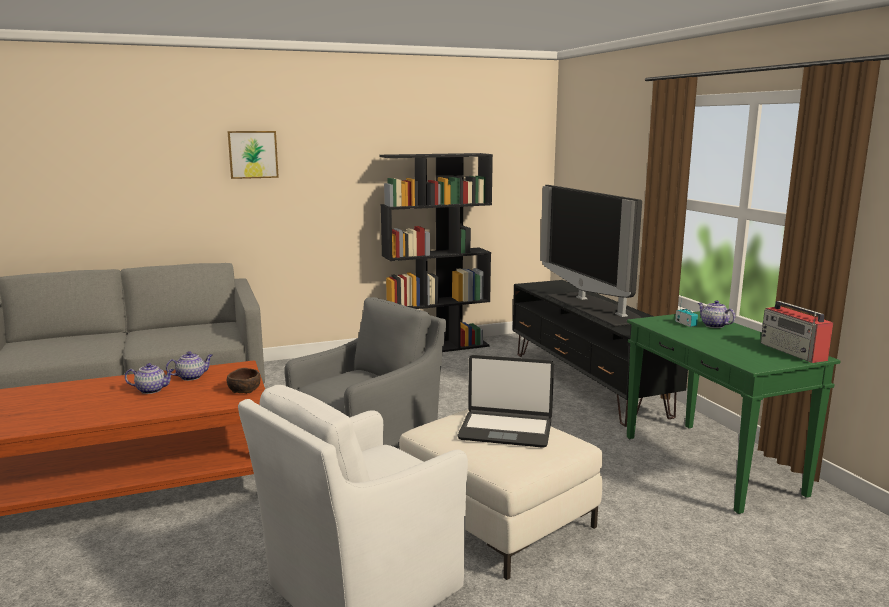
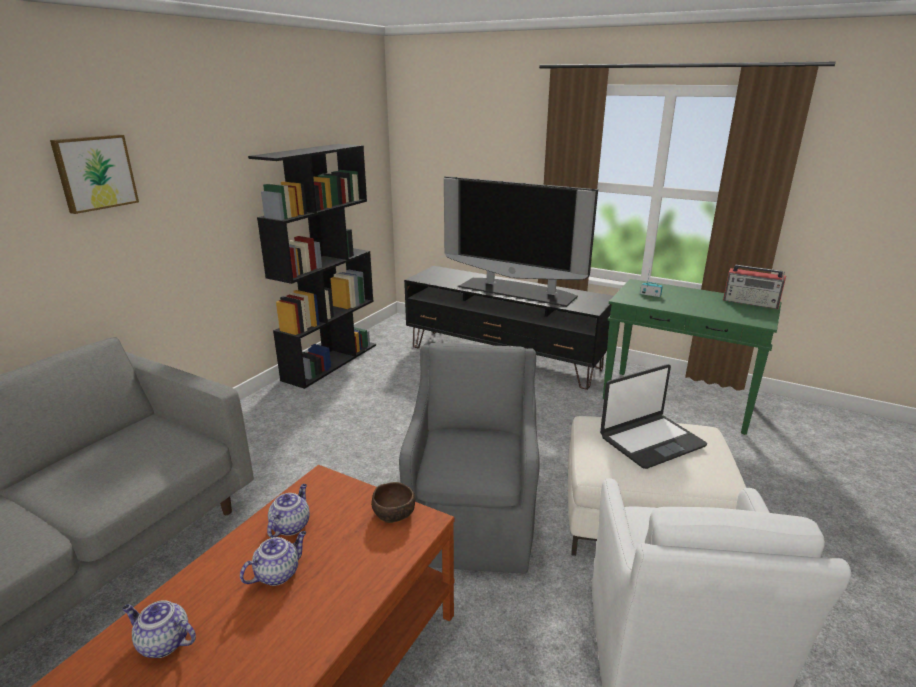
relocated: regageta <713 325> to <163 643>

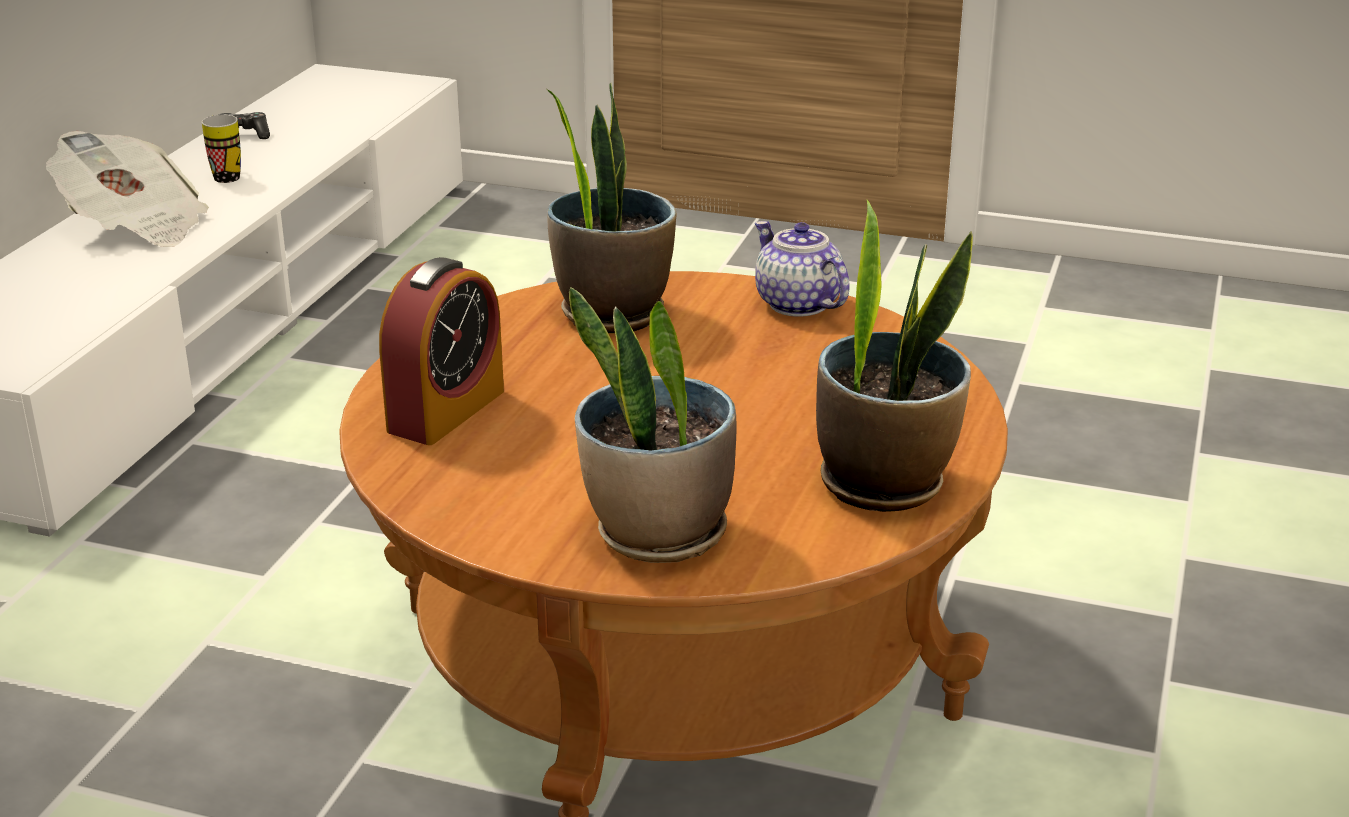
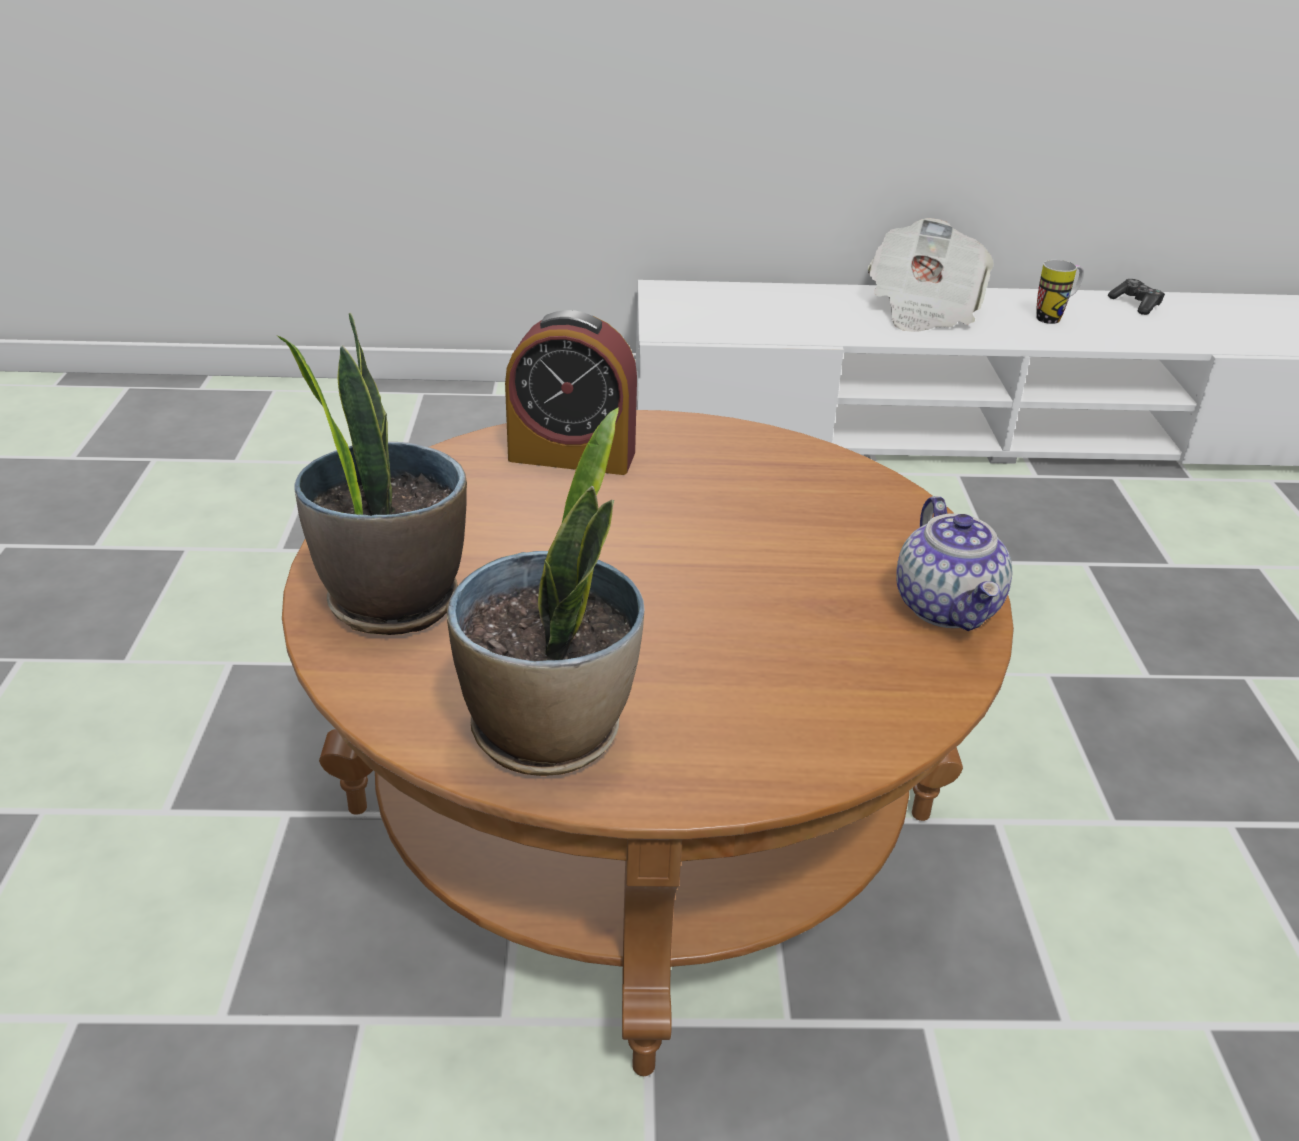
missing: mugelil <612 313>
spun: regageta <796 304> = <948 608> 135 degrees clockwise

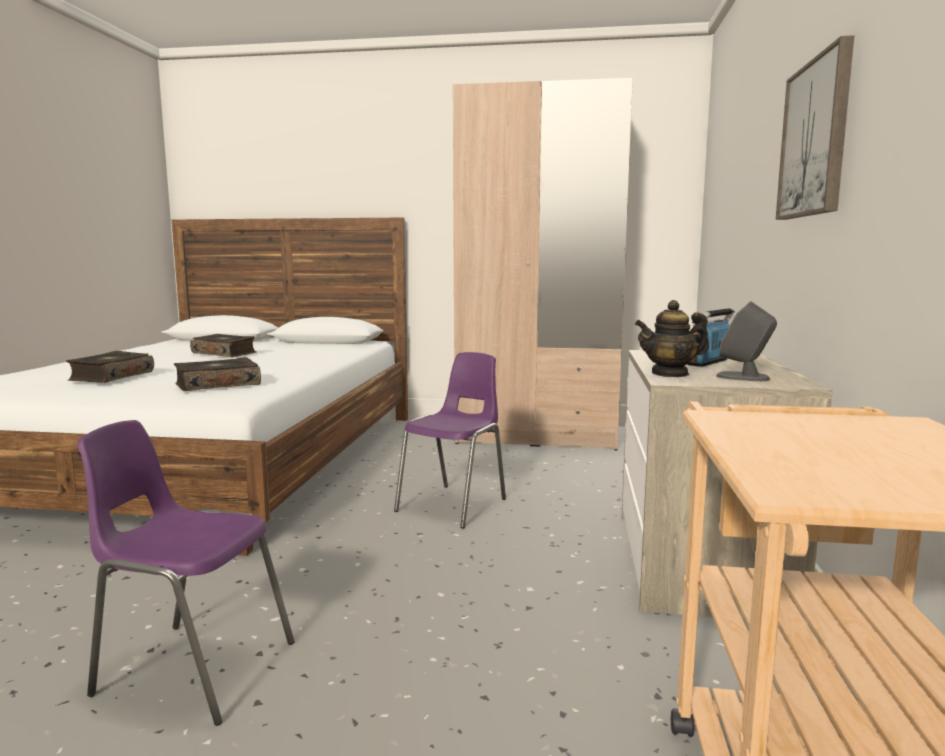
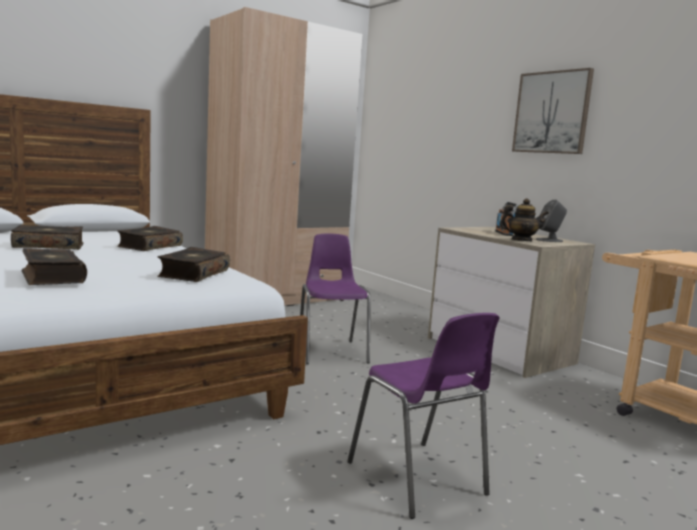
appeared: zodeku <149 246>
spun: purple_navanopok <192 668> = <418 480> 90 degrees counterclockwise; regageta <670 374> = <521 240> 120 degrees counterclockwise

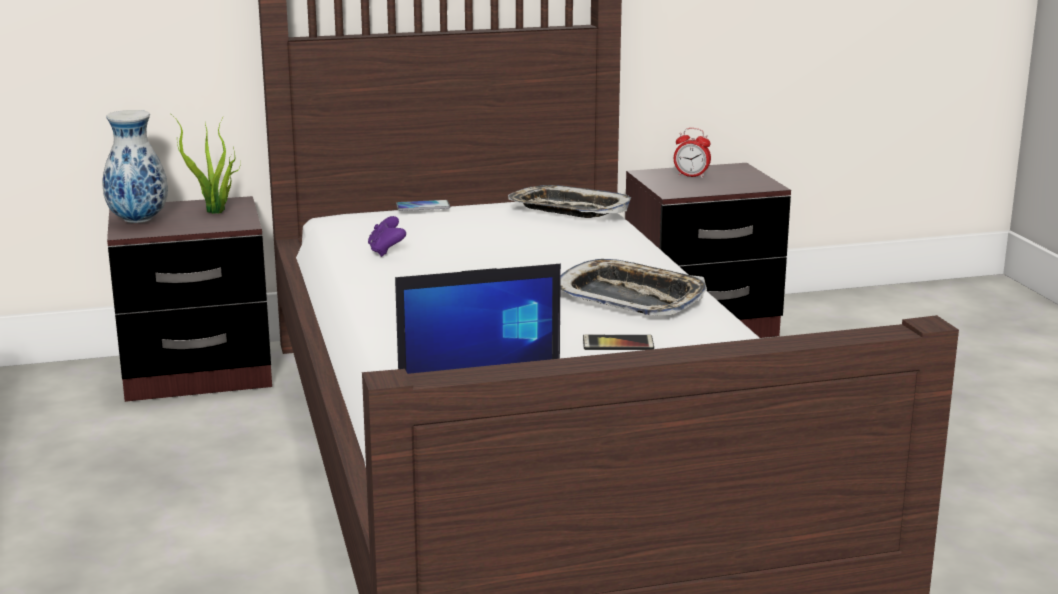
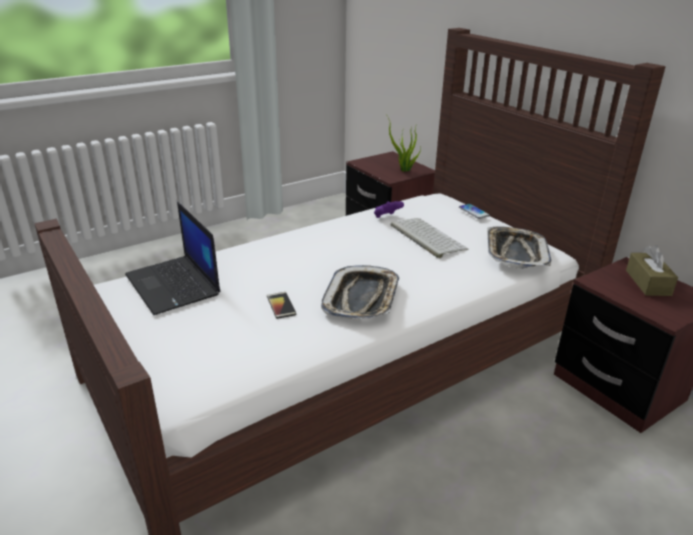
missing: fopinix <137 221>
appeared: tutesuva <426 237>
exchanged: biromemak <691 176> to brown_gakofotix <648 283>

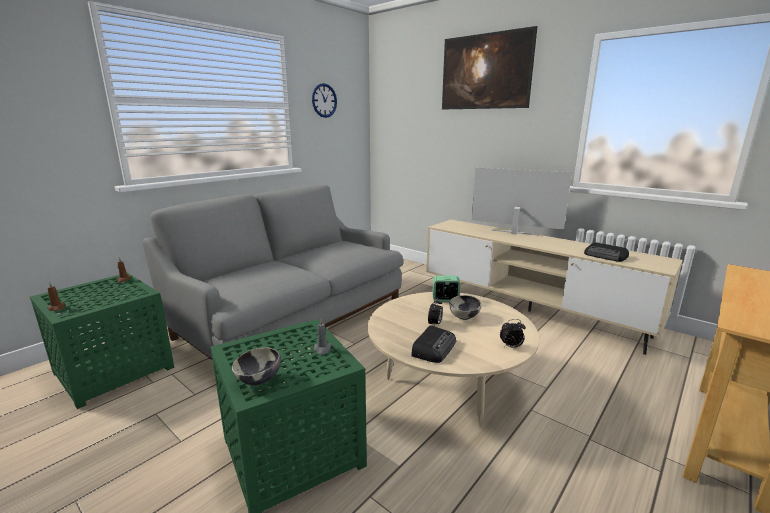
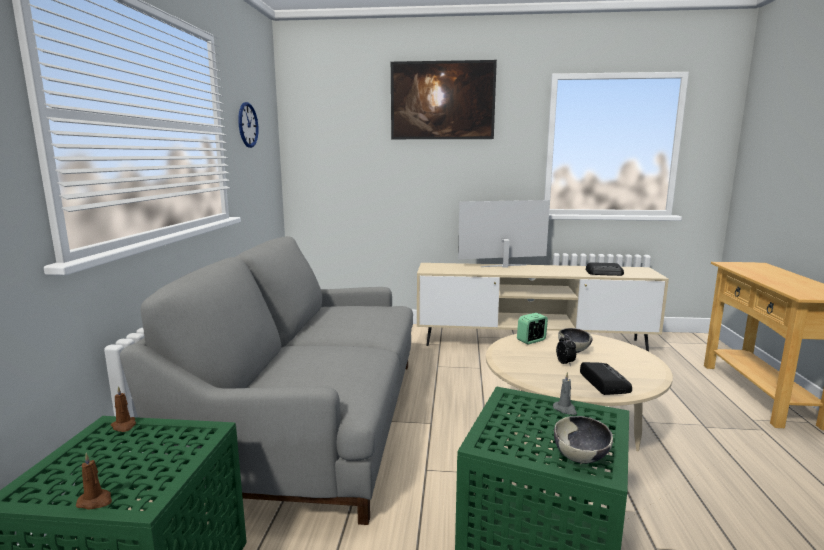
missing: biromemak <511 347>

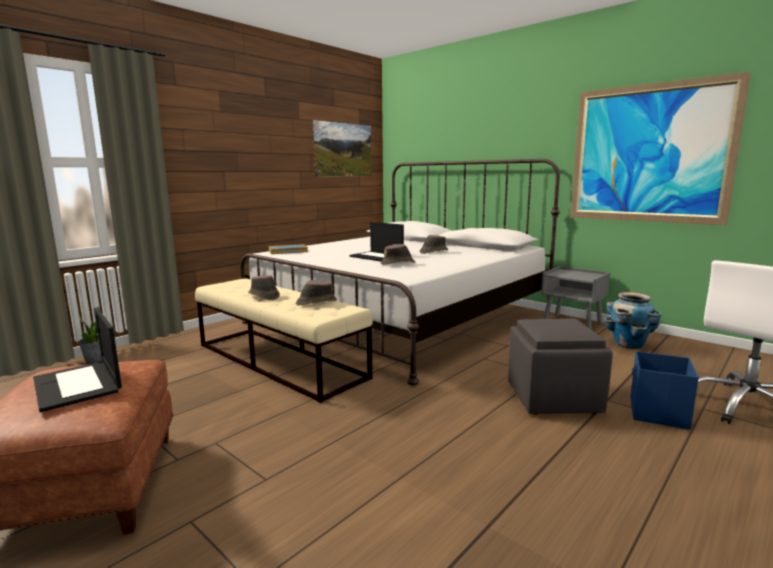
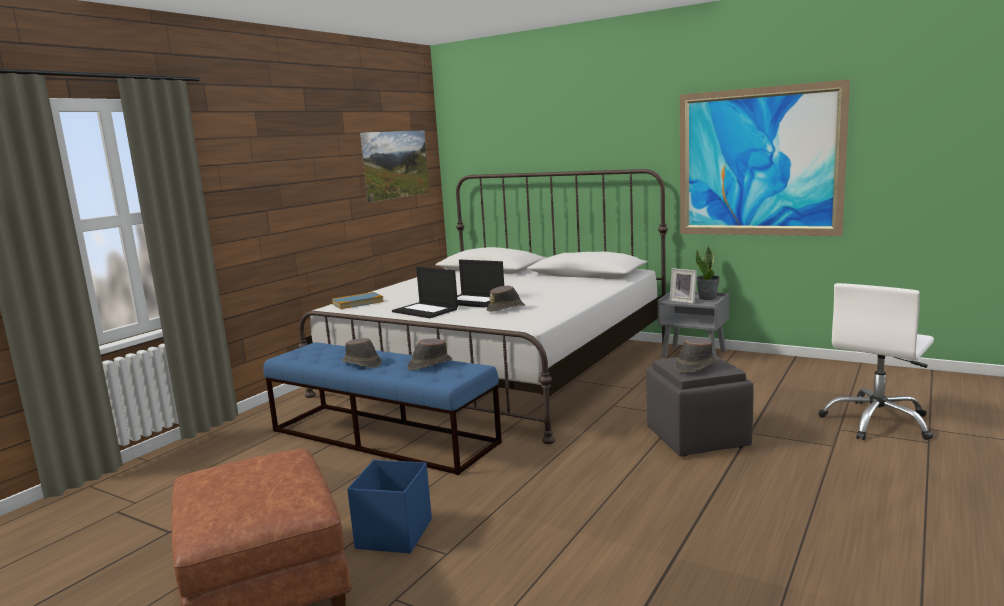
missing: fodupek <628 345>
appeared: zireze <684 301>
relocated: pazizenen <78 385> to <426 310>; mugelil <96 360> to <707 298>; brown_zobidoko <433 252> to <694 366>; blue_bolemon <657 413> to <393 535>
colour: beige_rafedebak <279 361> to blue_rafedebak <383 437>

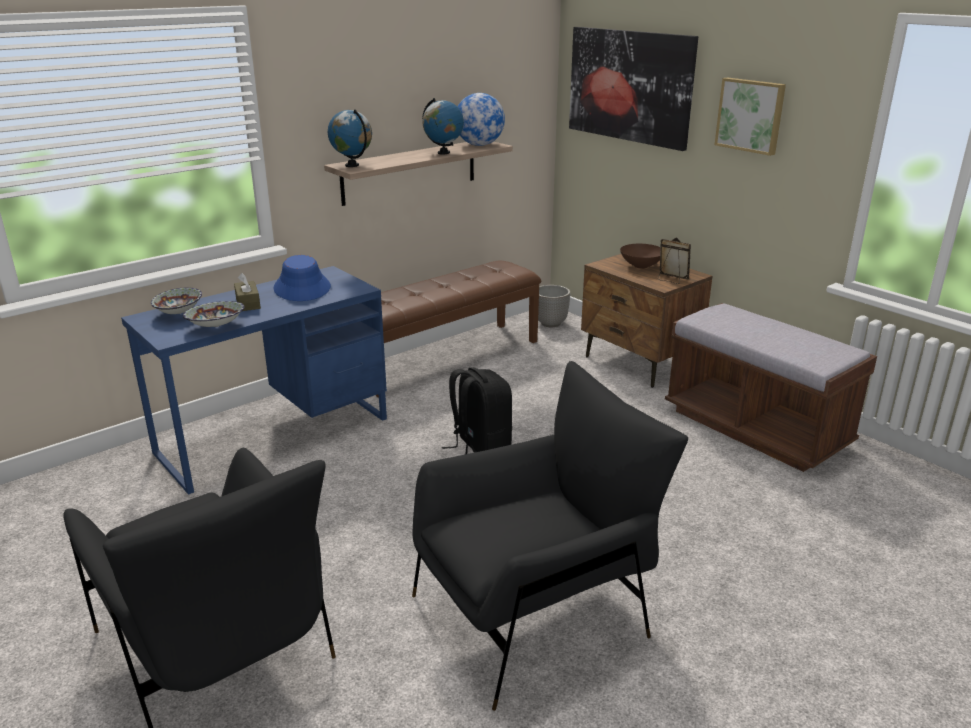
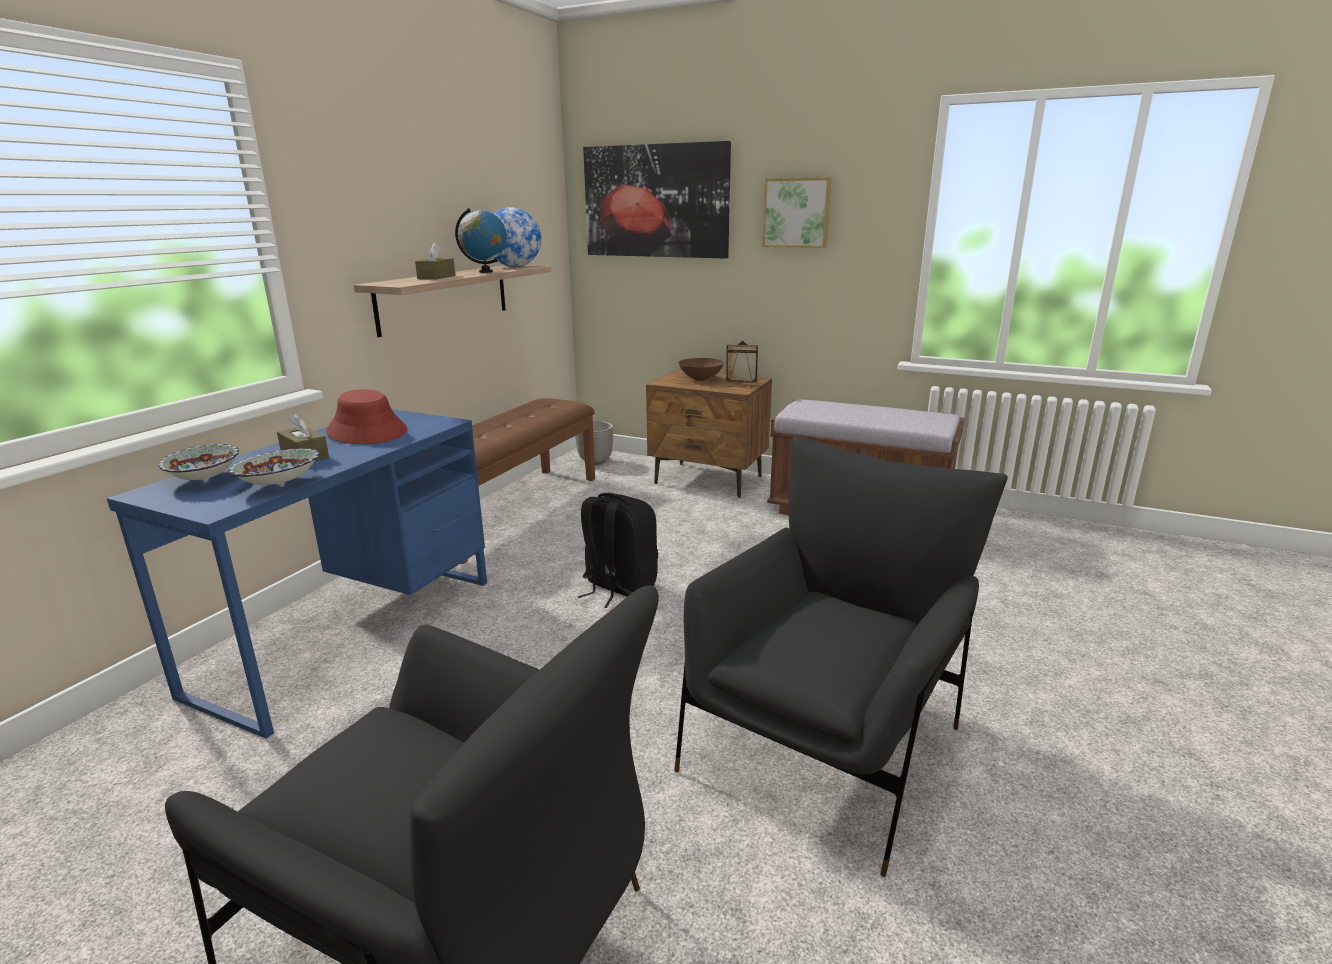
missing: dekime <352 165>
appeared: brown_gakofotix <436 277>
colour: blue_zobidoko <302 288> to red_zobidoko <367 431>

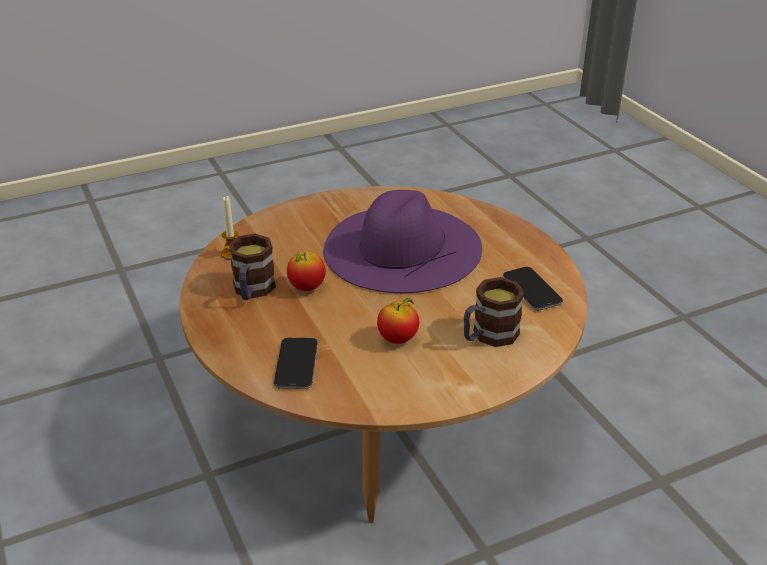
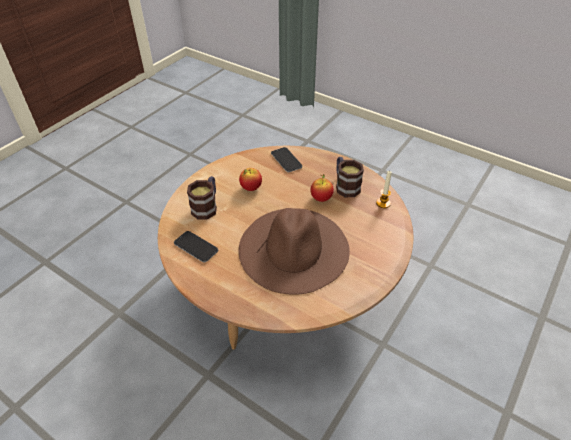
colour: purple_zobidoko <402 247> to brown_zobidoko <294 248>

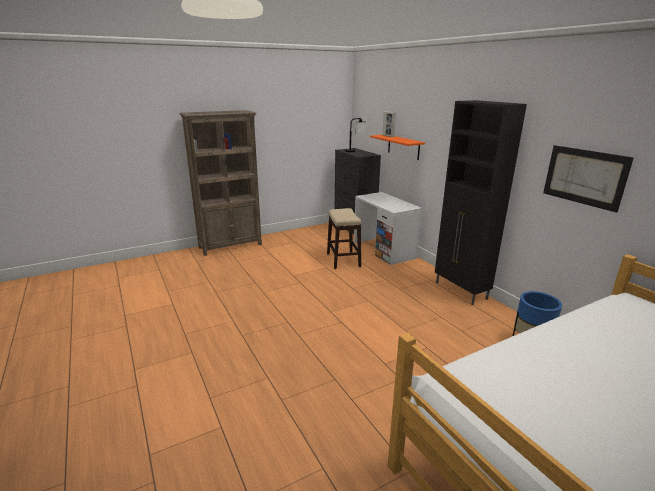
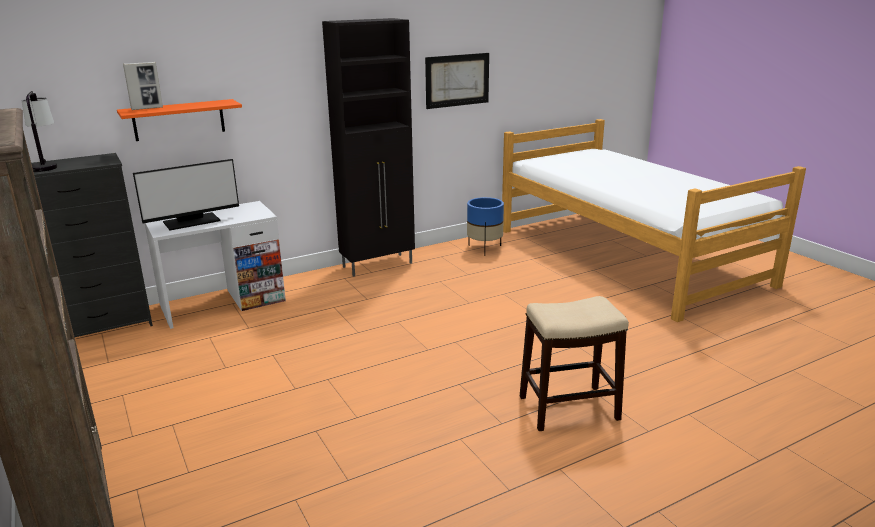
appeared: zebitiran <192 222>
relocated: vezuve <343 260> to <568 408>

